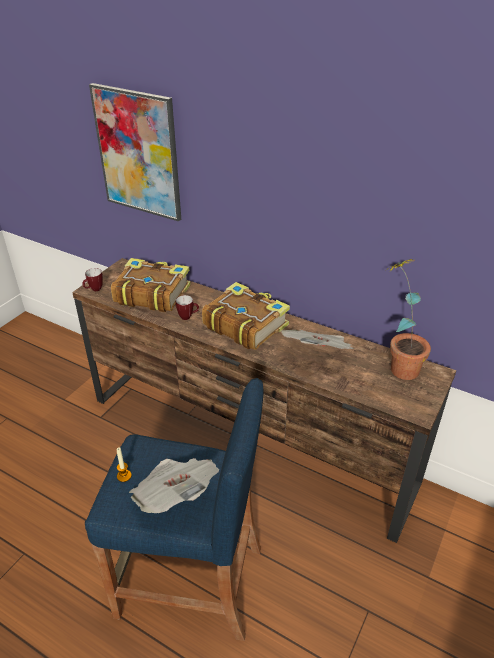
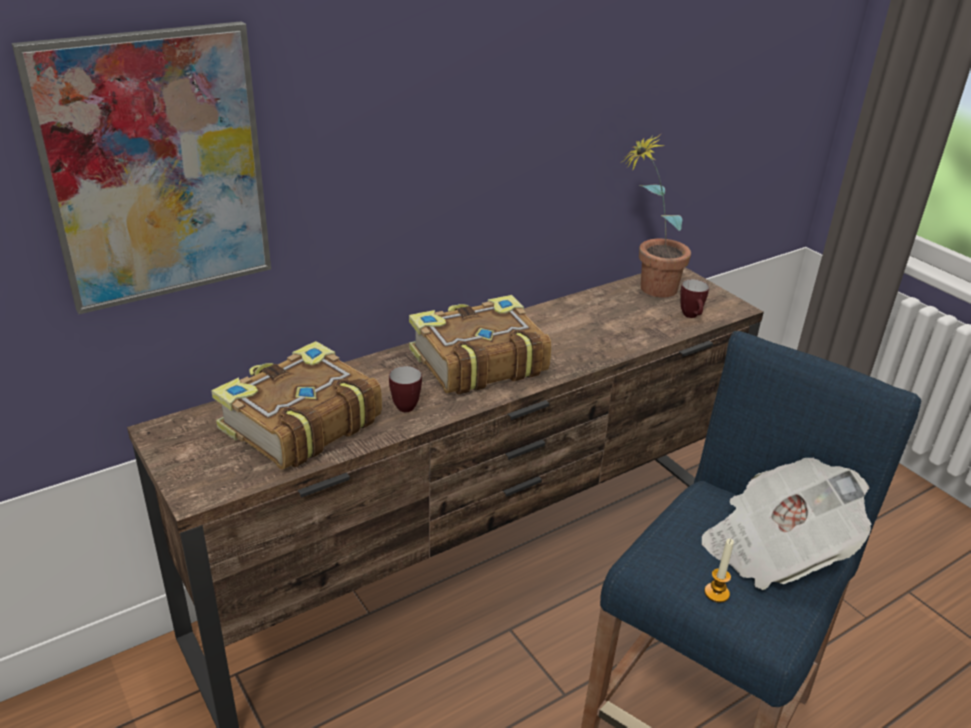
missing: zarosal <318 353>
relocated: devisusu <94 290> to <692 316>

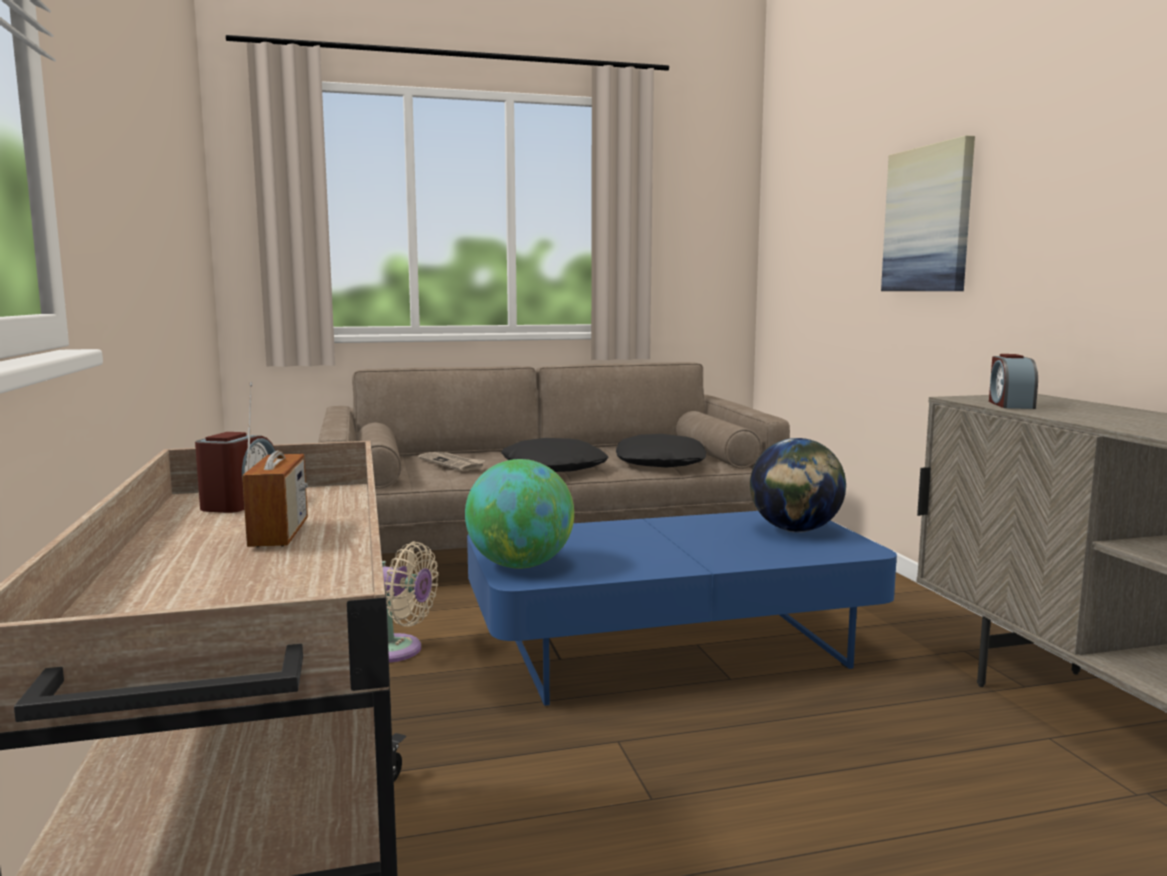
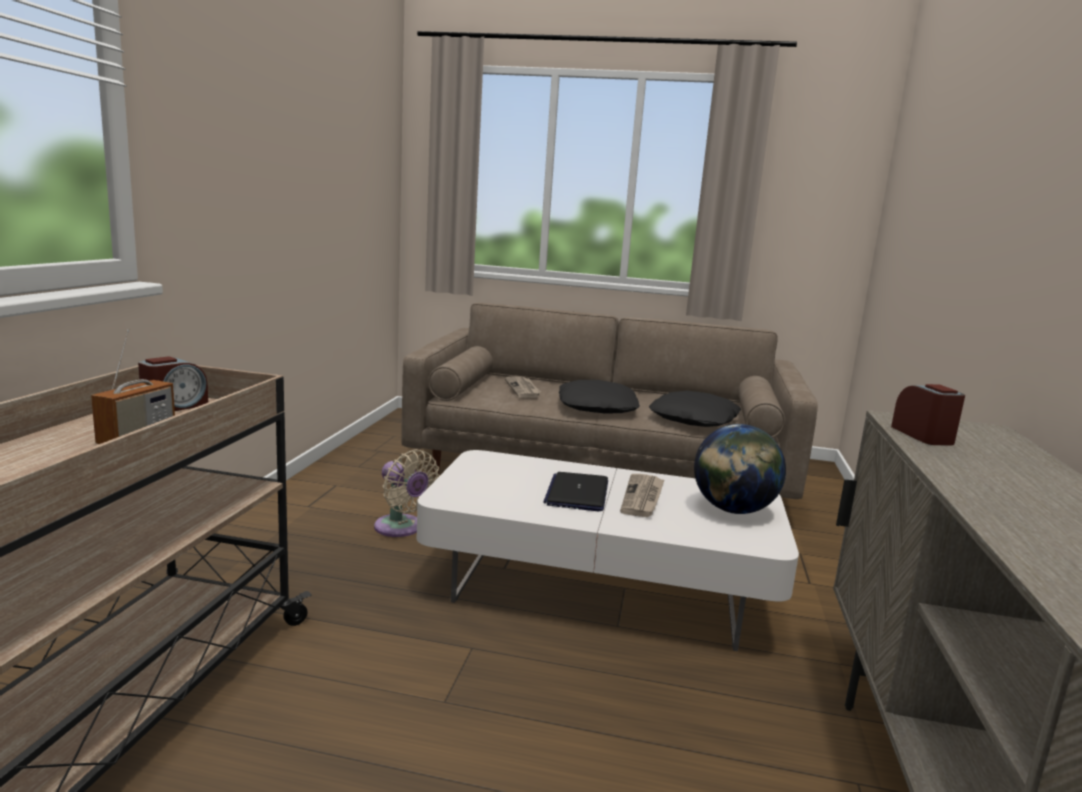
missing: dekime <520 565>; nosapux <928 219>
appeared: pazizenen <577 493>; zarosal <643 498>
colour: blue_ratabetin <672 648> to white_ratabetin <599 585>
spun: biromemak <1010 405> = <923 436> 135 degrees clockwise

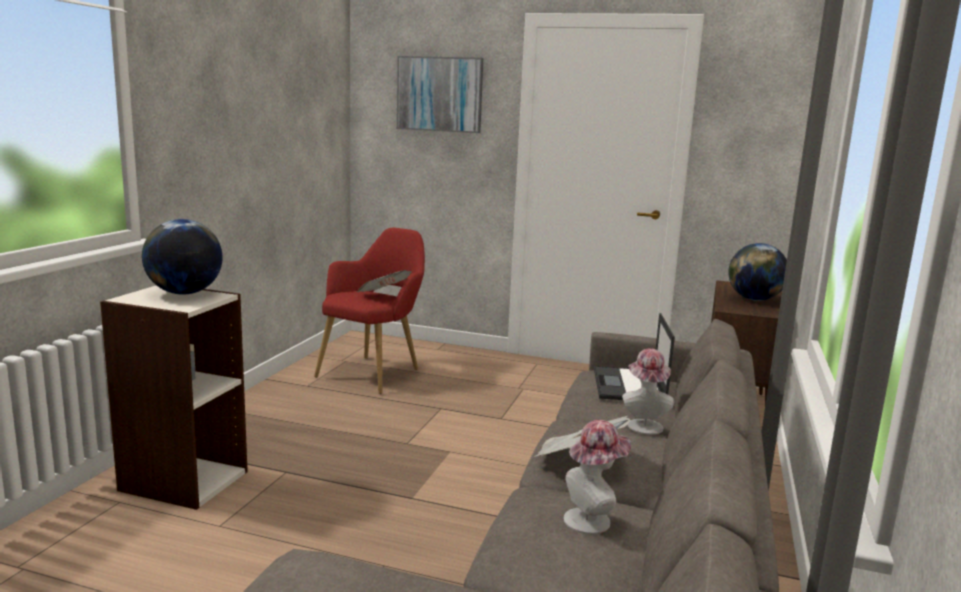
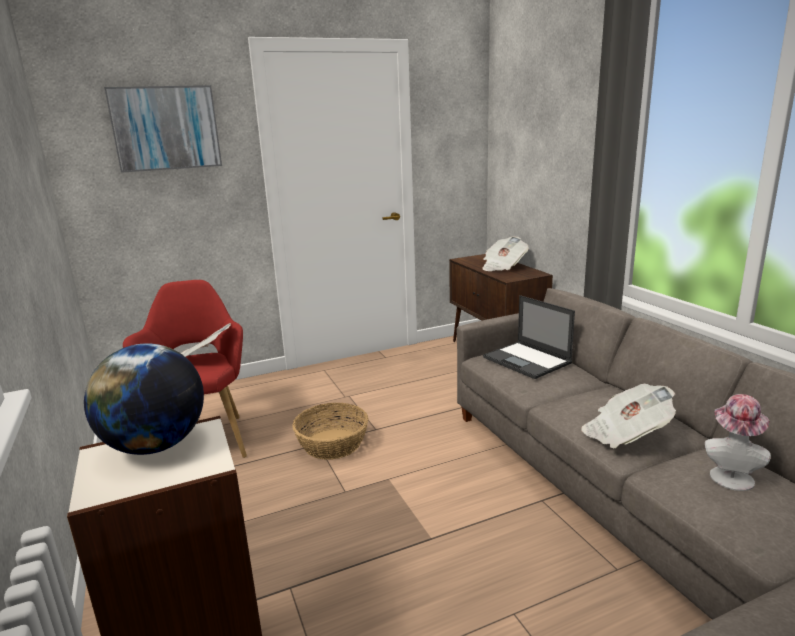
missing: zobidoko <643 424>
appeared: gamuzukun <332 443>
exchanged: dekime <754 299> to zarosal <503 266>

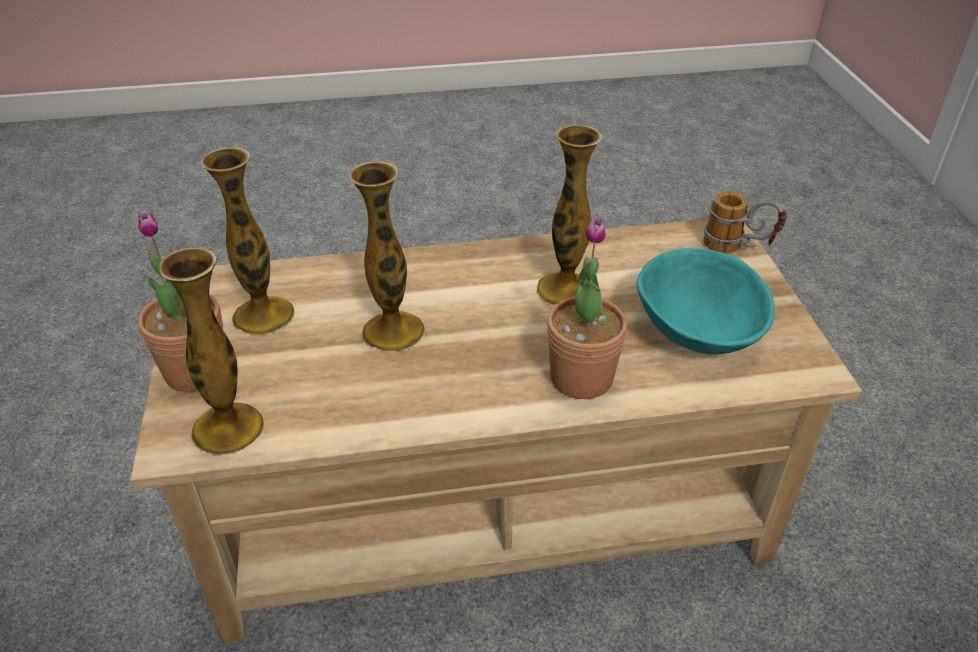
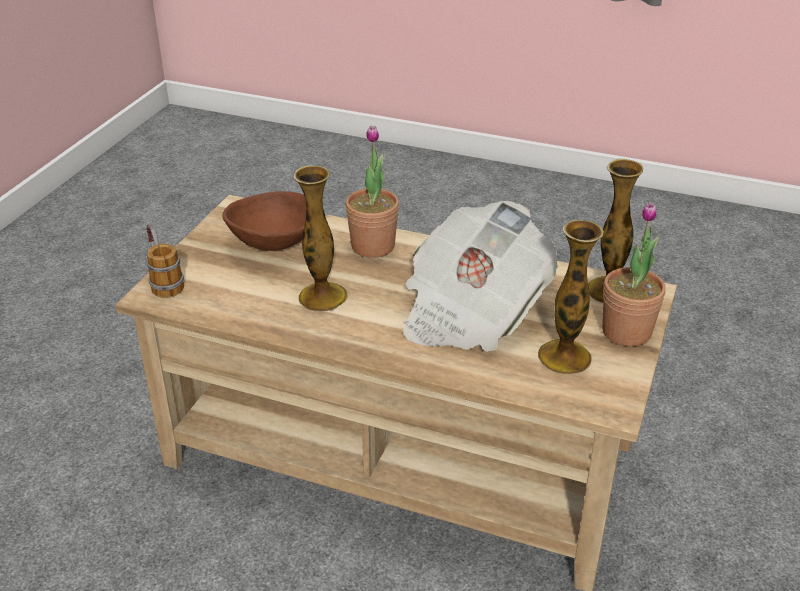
exchanged: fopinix <393 331> to zarosal <470 311>
colour: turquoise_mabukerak <697 333> to brown_mabukerak <274 244>

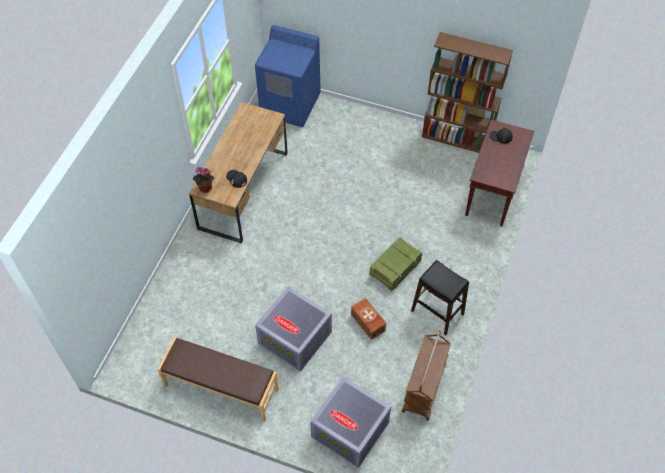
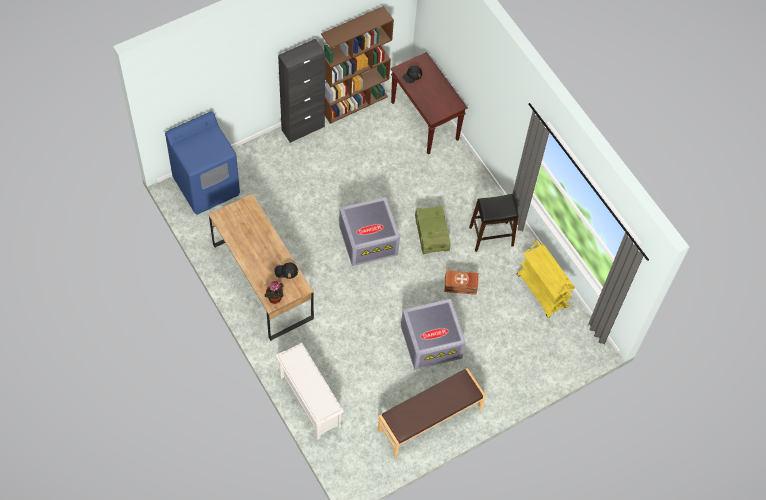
appeared: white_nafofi <309 401>; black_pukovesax <303 128>
relocated: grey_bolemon <351 429> to <369 239>
colour: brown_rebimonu <424 389> to yellow_rebimonu <542 291>

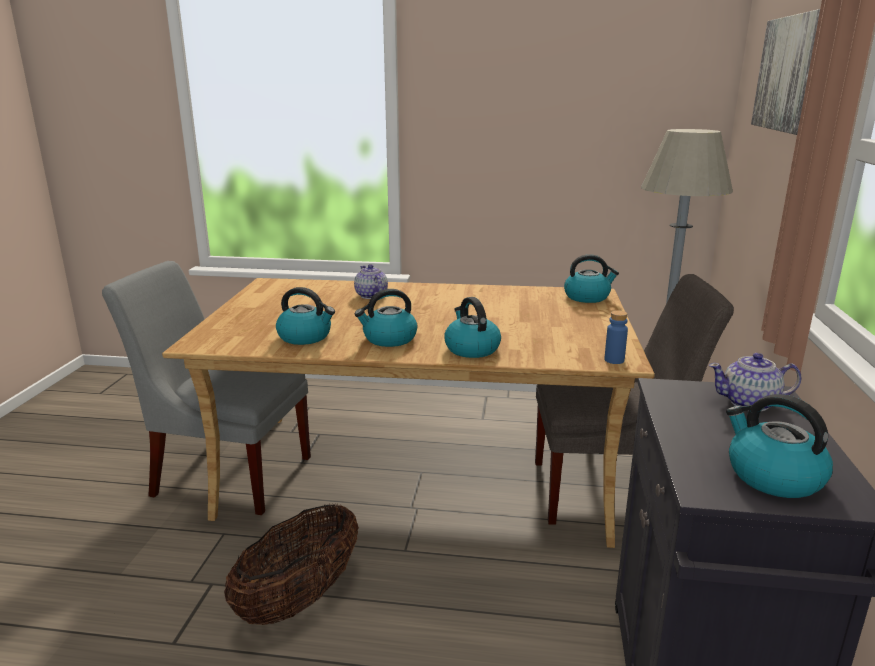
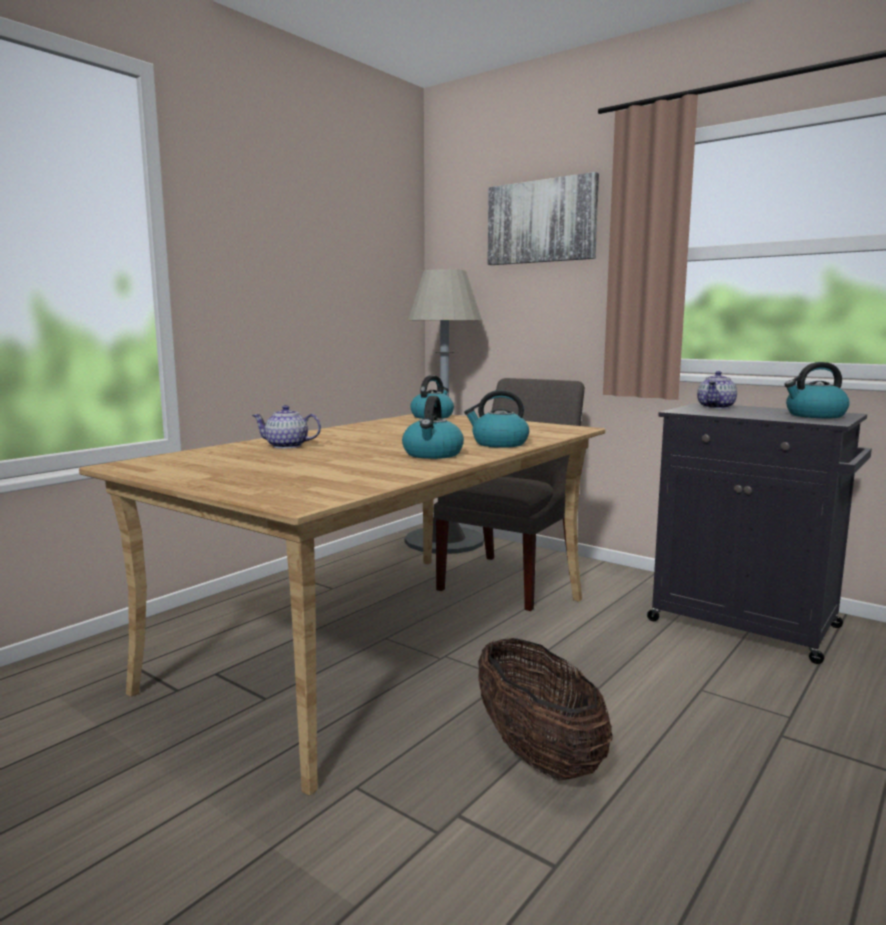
missing: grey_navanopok <227 473>; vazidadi <305 337>; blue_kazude <614 360>

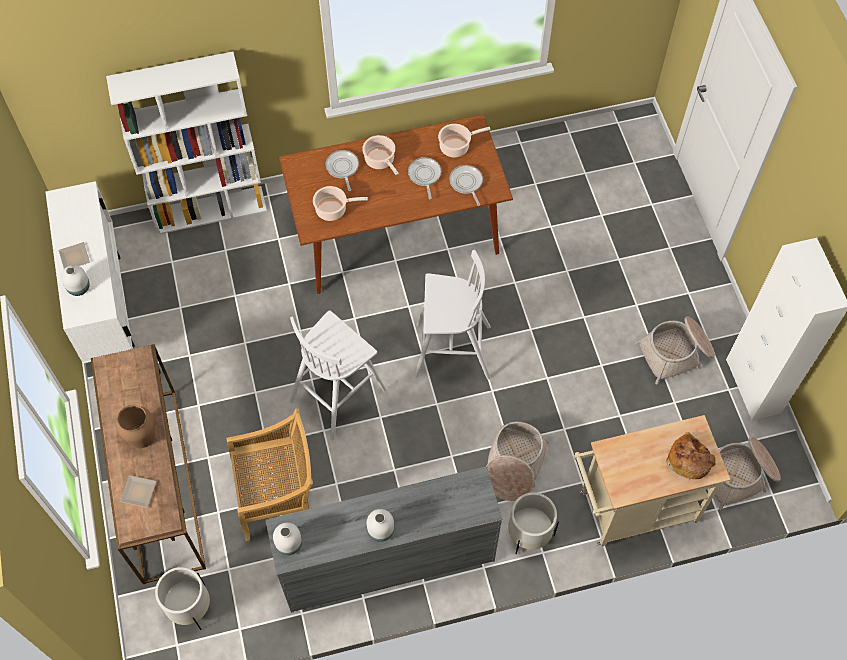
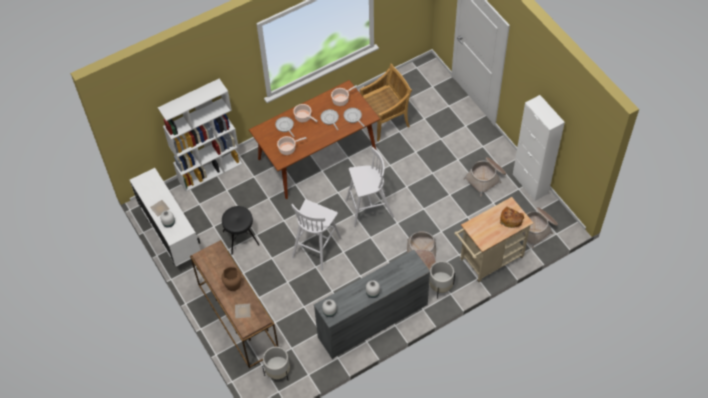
appeared: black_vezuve <241 238>
relocated: beige_navanopok <279 498> to <385 121>

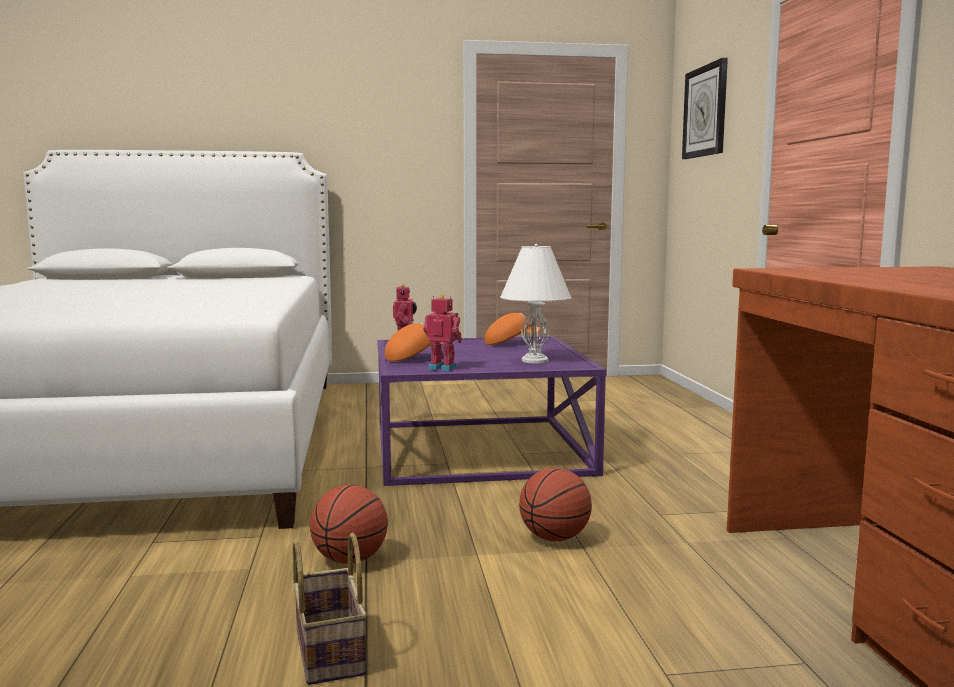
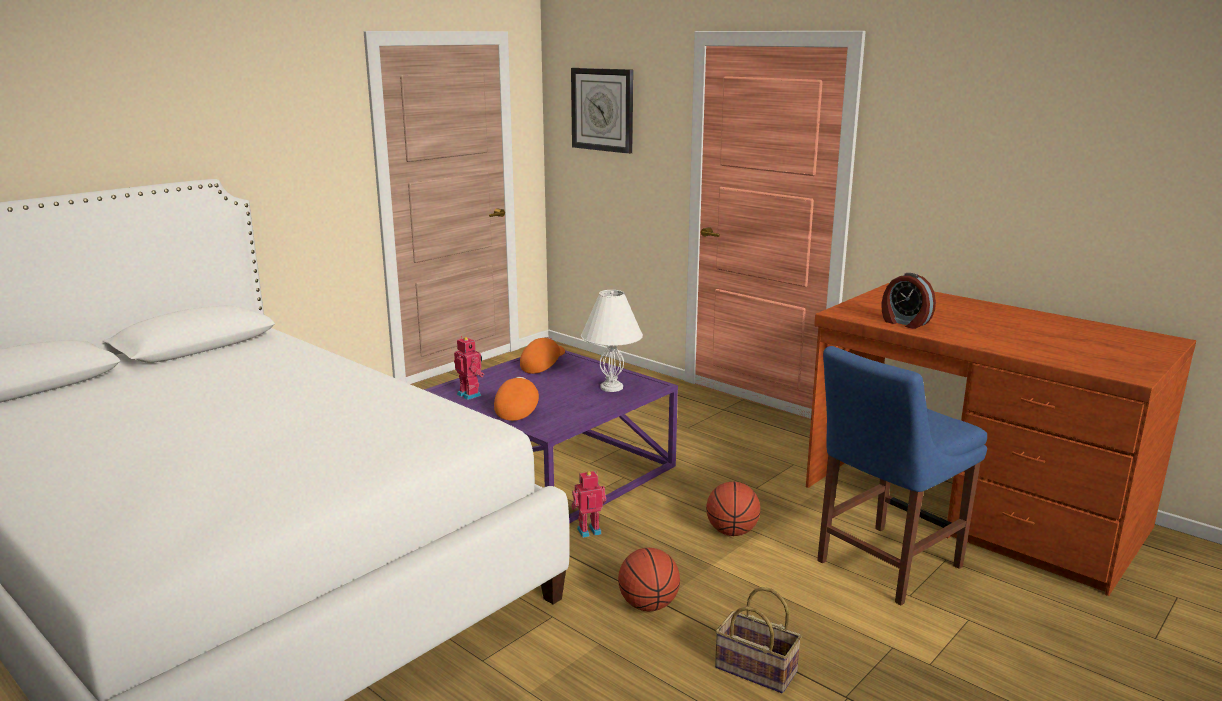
appeared: blue_navanopok <883 565>; biromemak <905 323>
relocated: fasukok <443 367> to <588 530>

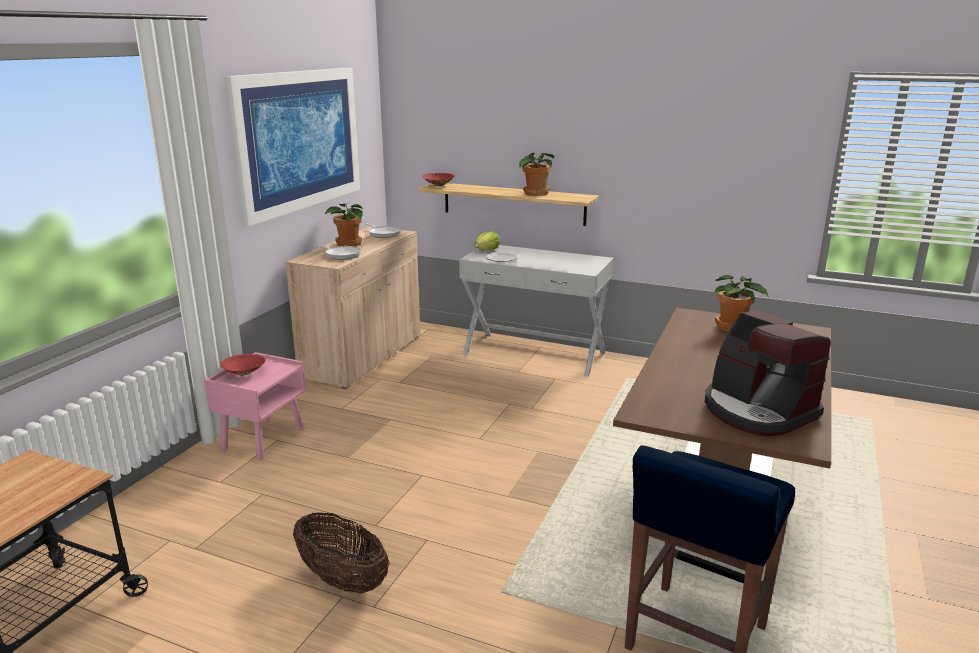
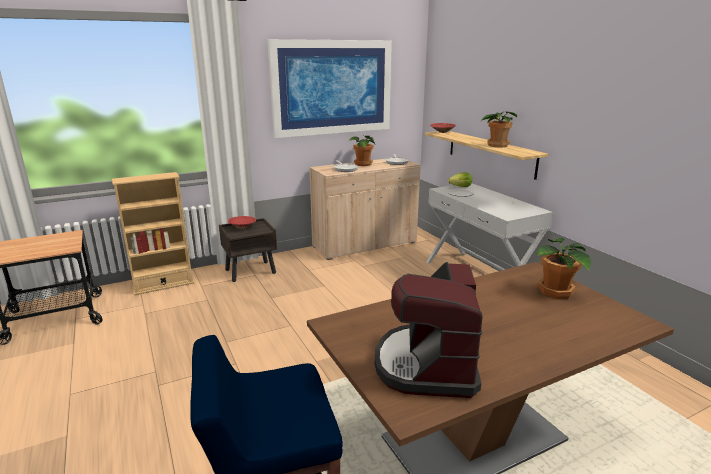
missing: gamuzukun <342 580>
appeared: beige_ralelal <163 285>
colour: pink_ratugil <263 438> to brown_ratugil <251 271>

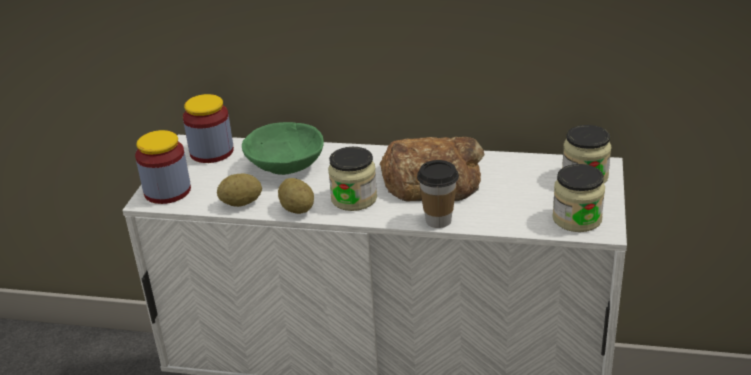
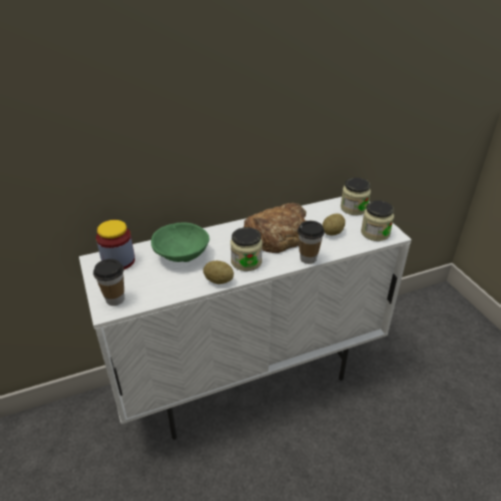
relocated: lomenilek <241 203> to <332 232>
exchanged: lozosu <167 191> to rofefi <115 299>

